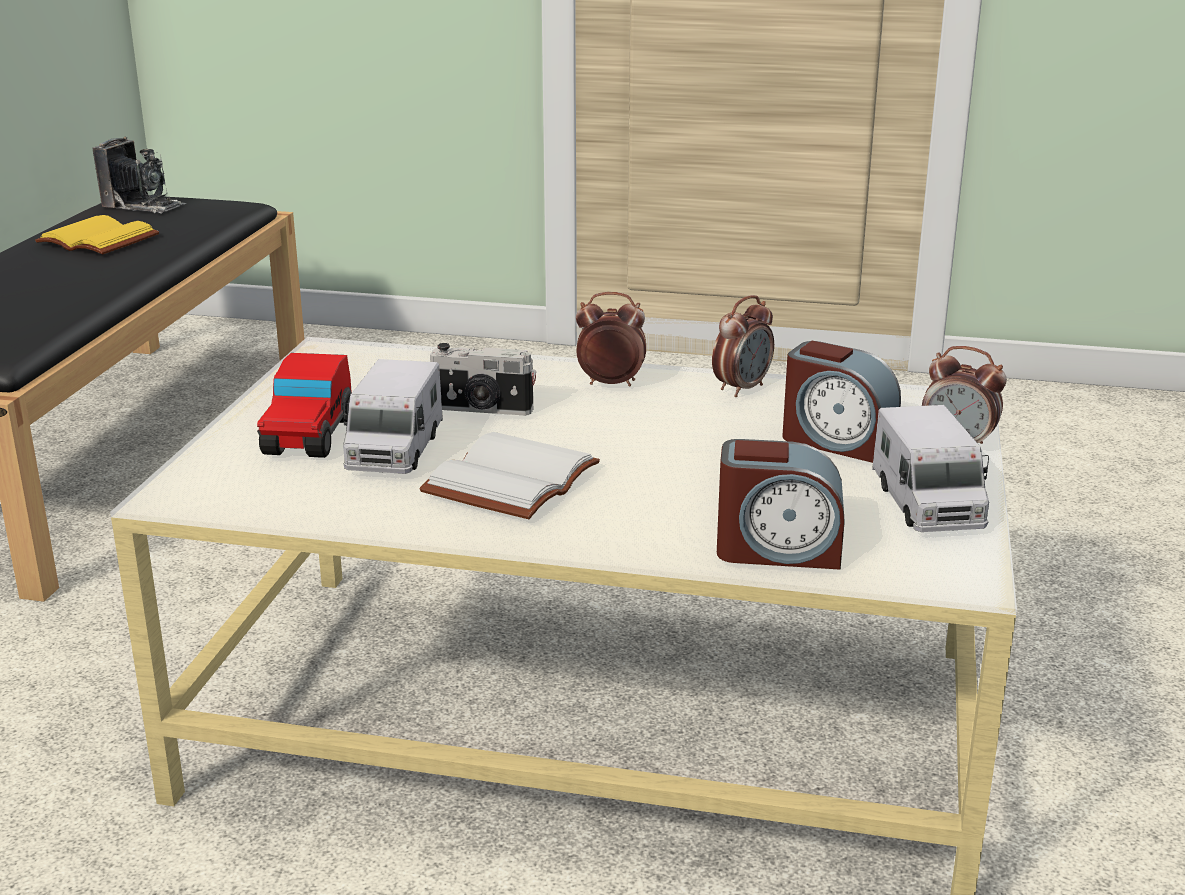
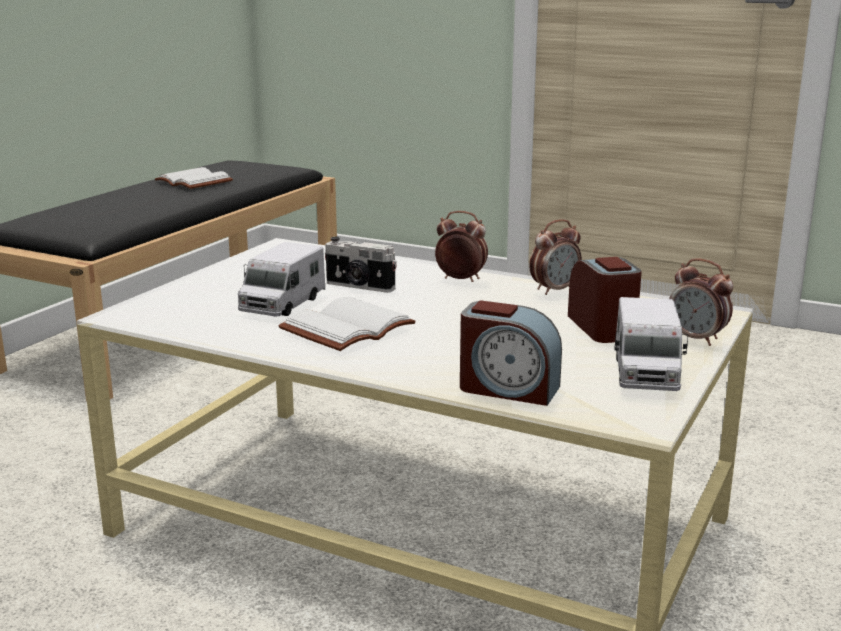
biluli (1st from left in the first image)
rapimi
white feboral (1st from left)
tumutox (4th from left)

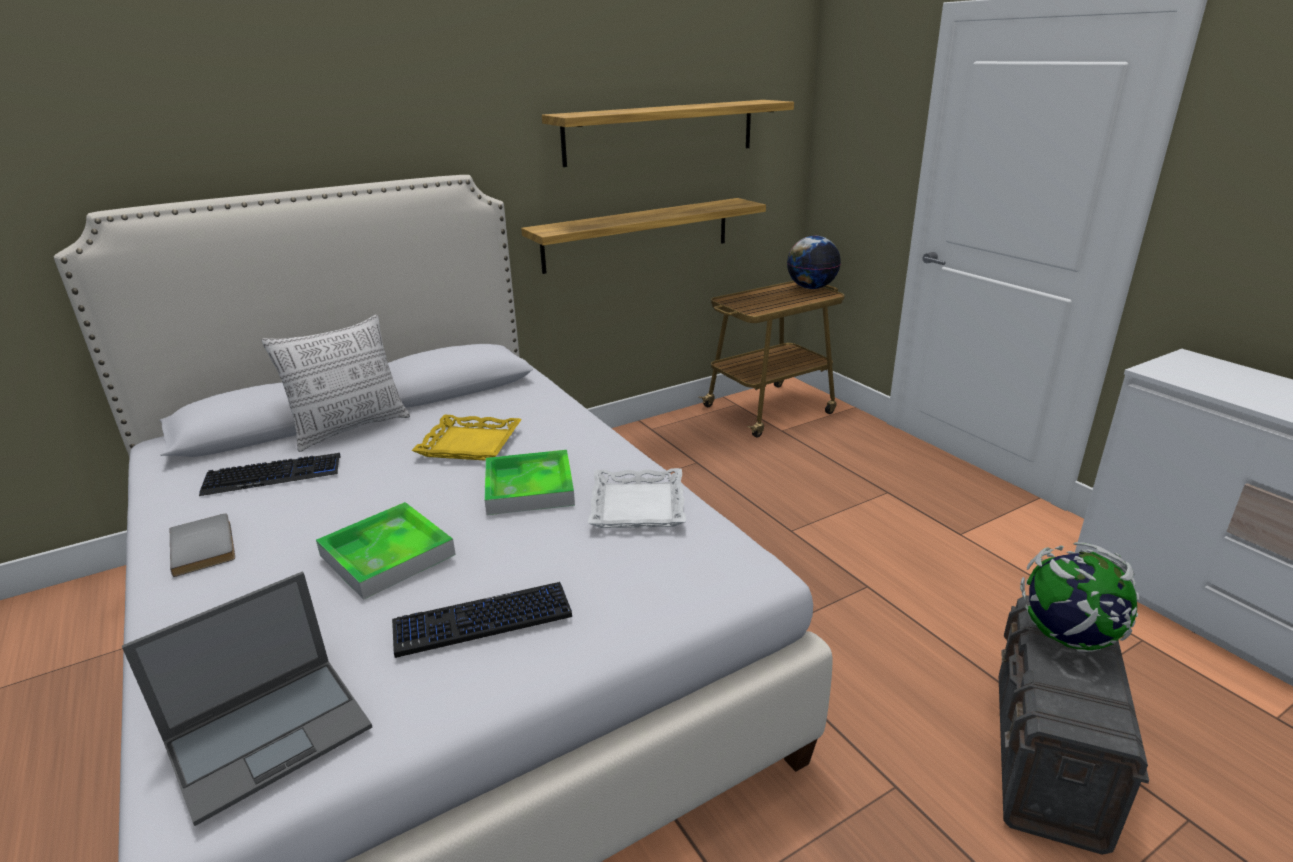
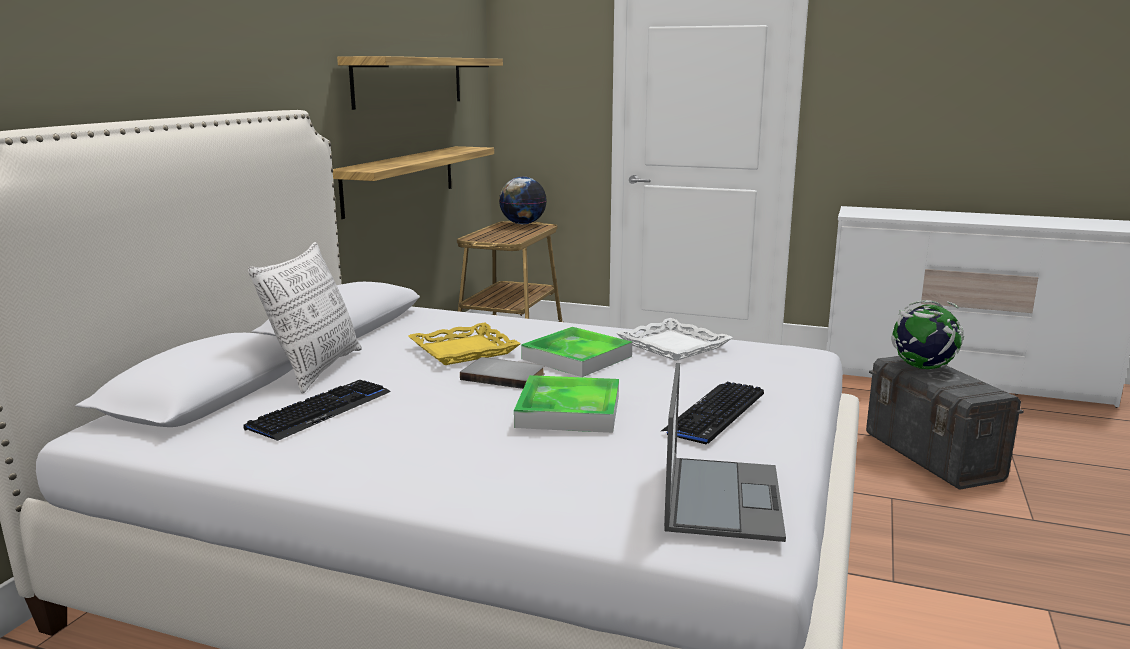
grey feboral

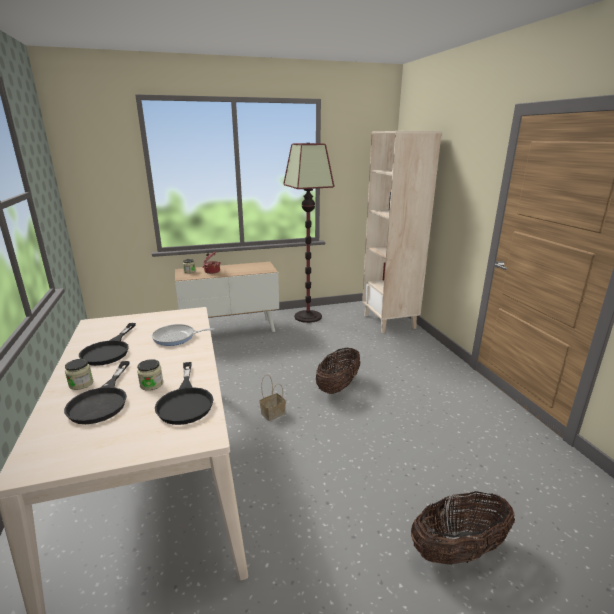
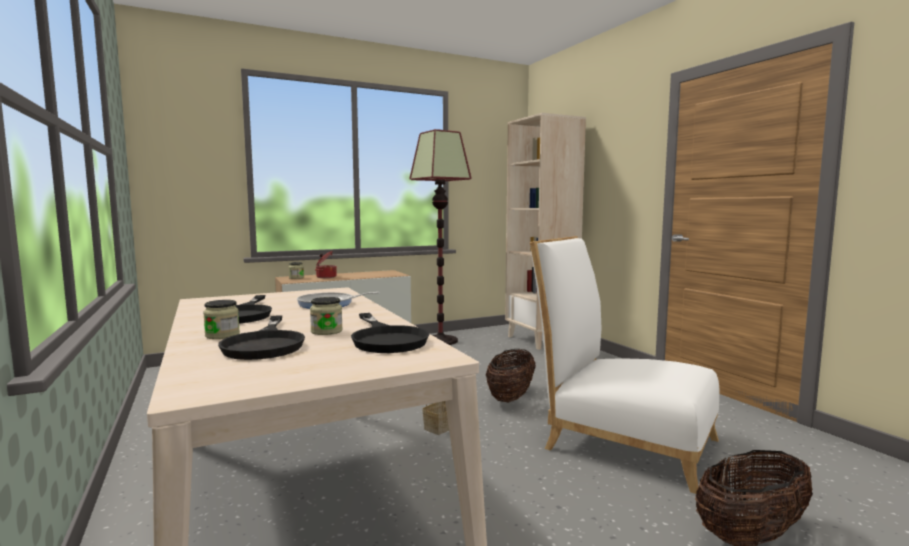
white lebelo

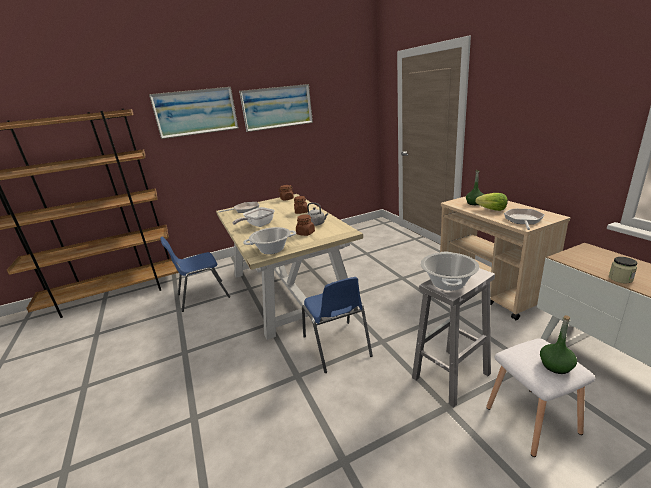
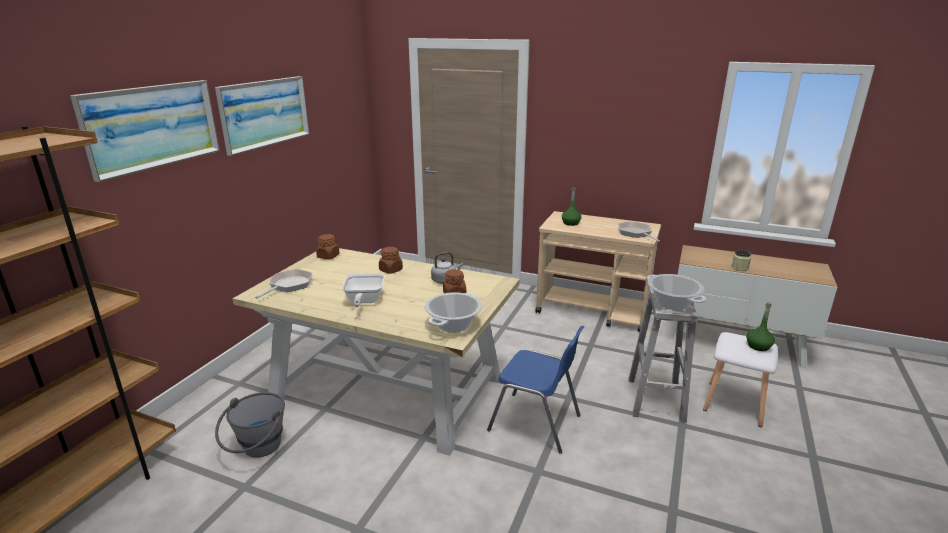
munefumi
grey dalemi

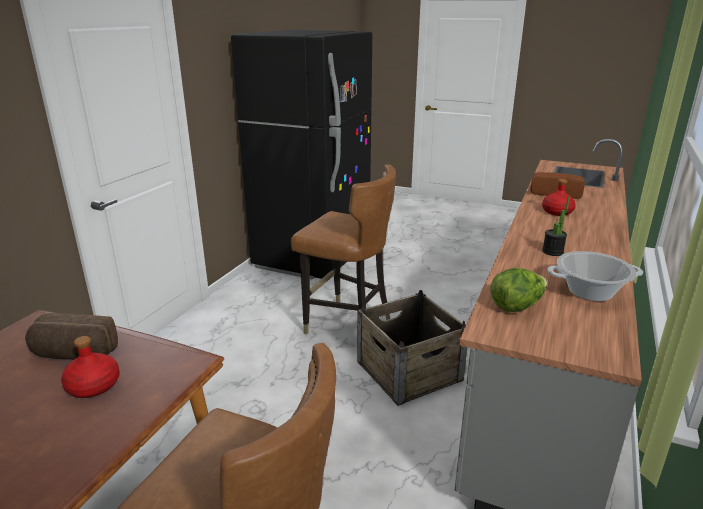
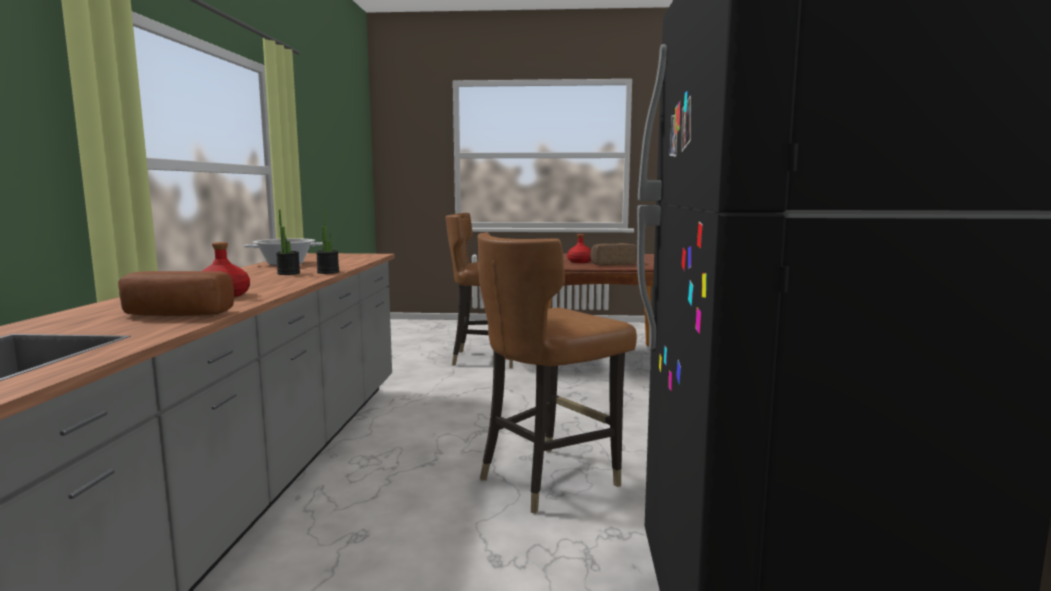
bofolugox
munefumi
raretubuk (2nd from left)
brown lebelo (2nd from left)

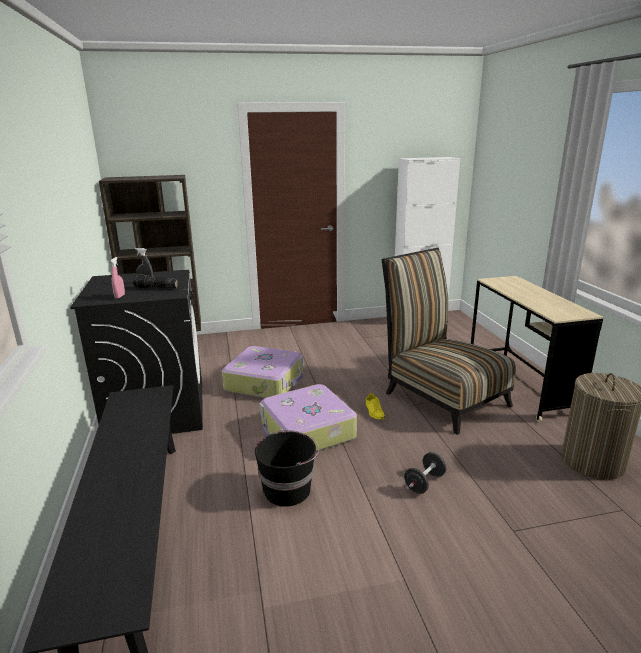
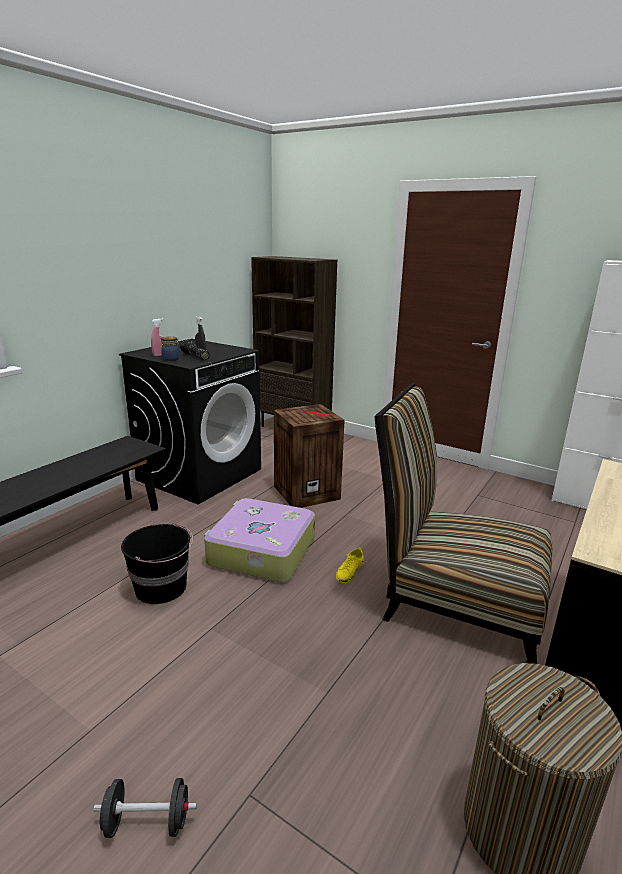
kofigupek
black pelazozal
bofolugox
lebelo

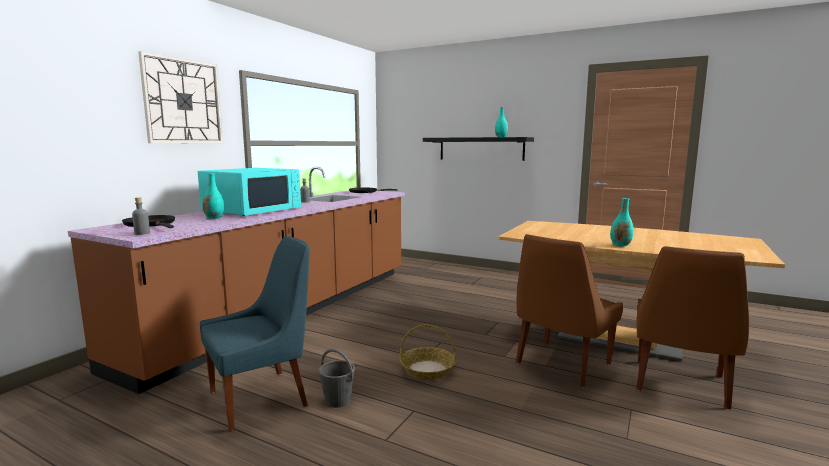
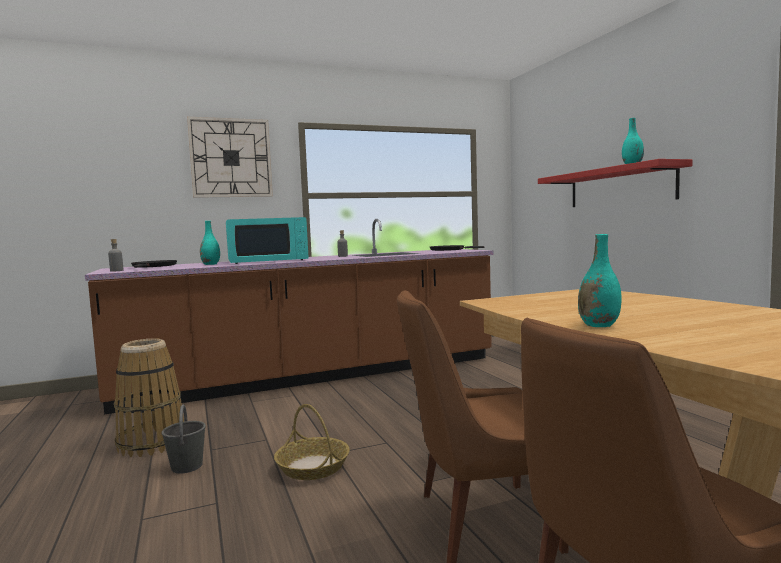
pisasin (1st from left)
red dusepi

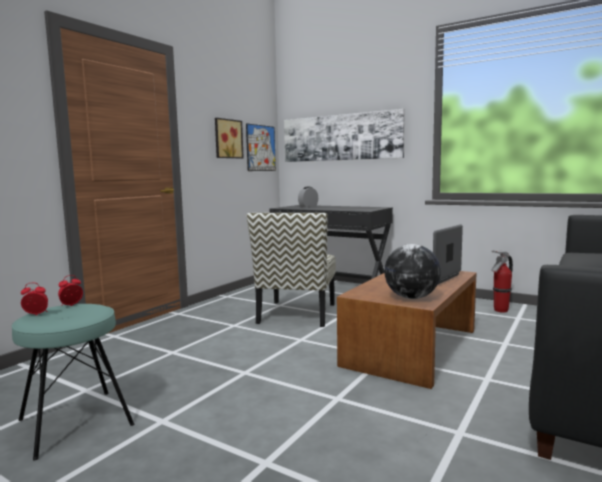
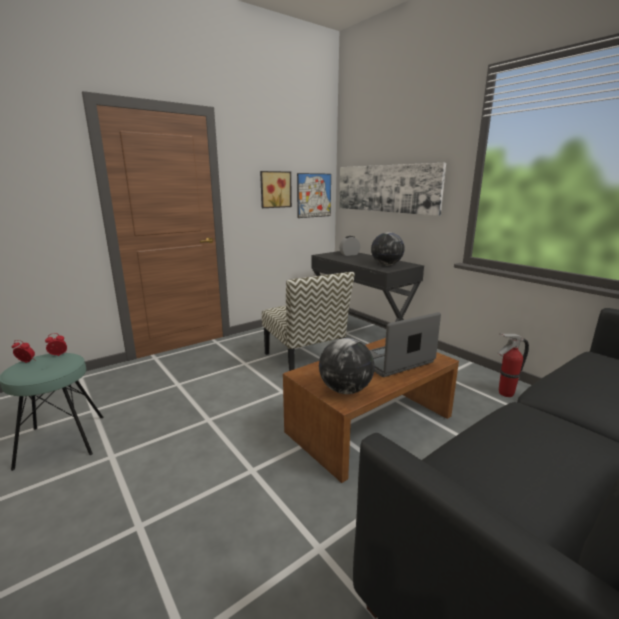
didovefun (2nd from left)
lebelo

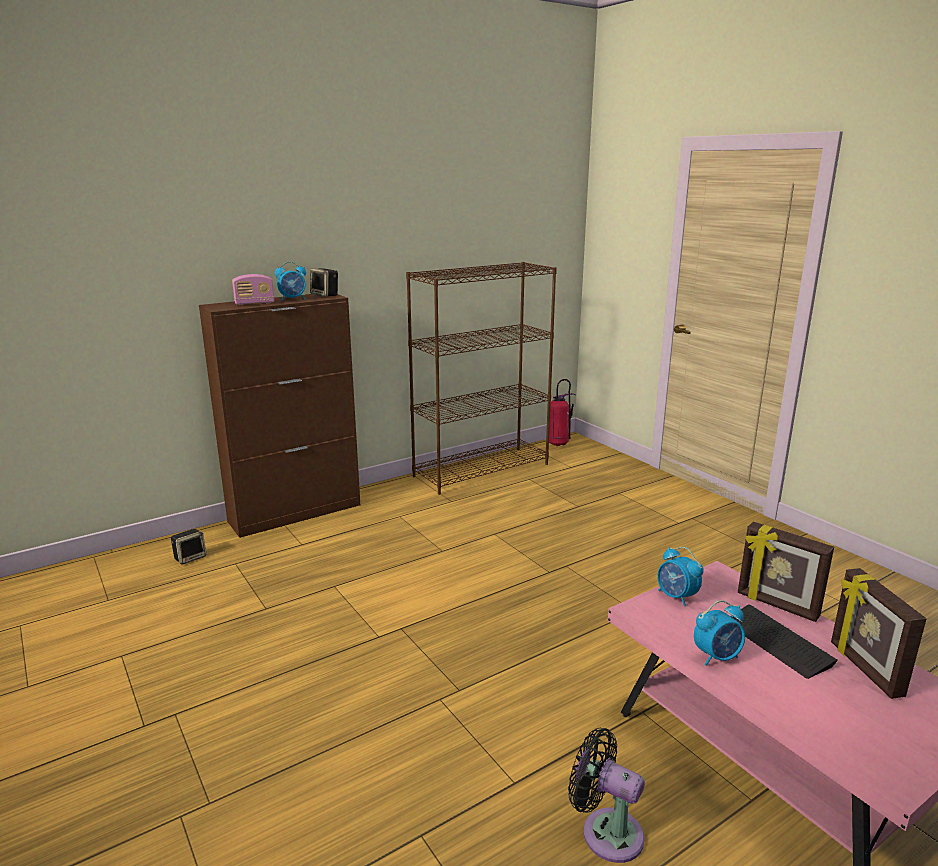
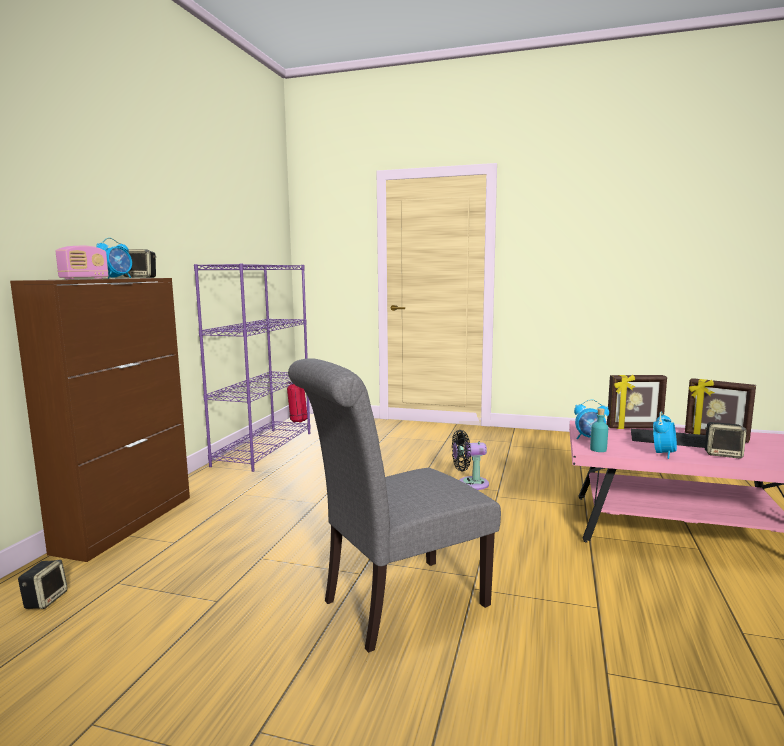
grey lebelo
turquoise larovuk
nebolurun (3rd from left)
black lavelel
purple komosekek

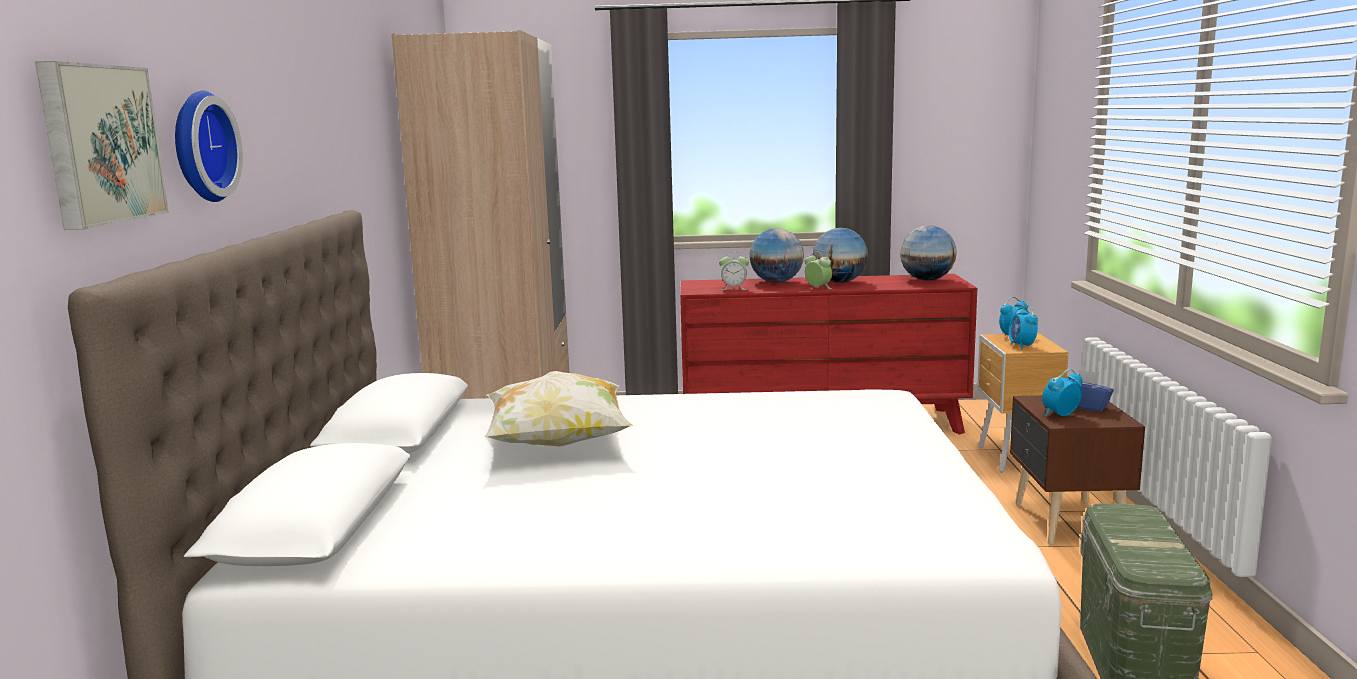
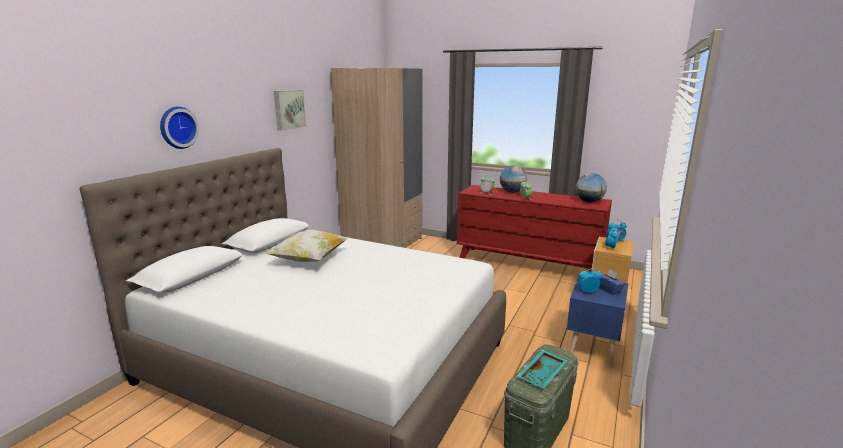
didovefun (2nd from left in the first image)
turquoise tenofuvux
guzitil
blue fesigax

